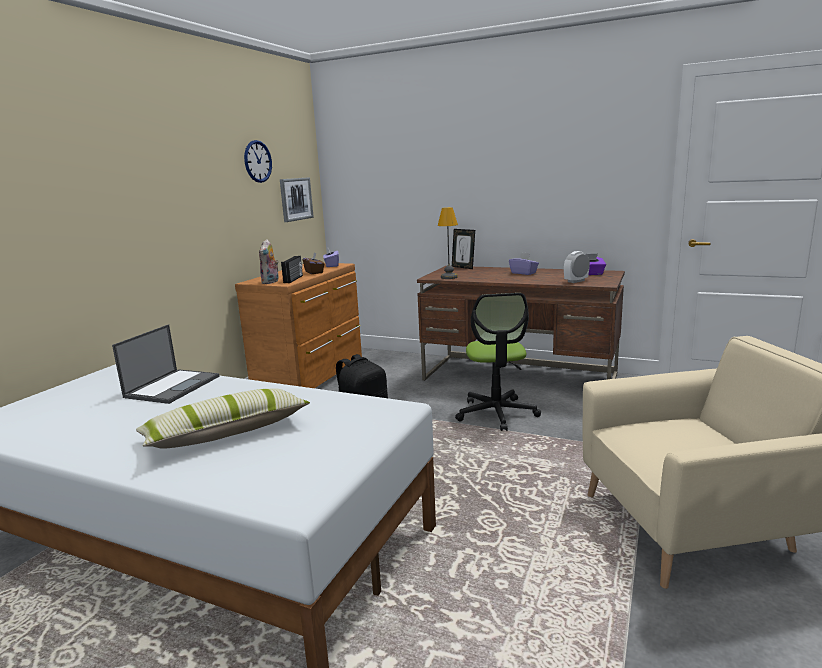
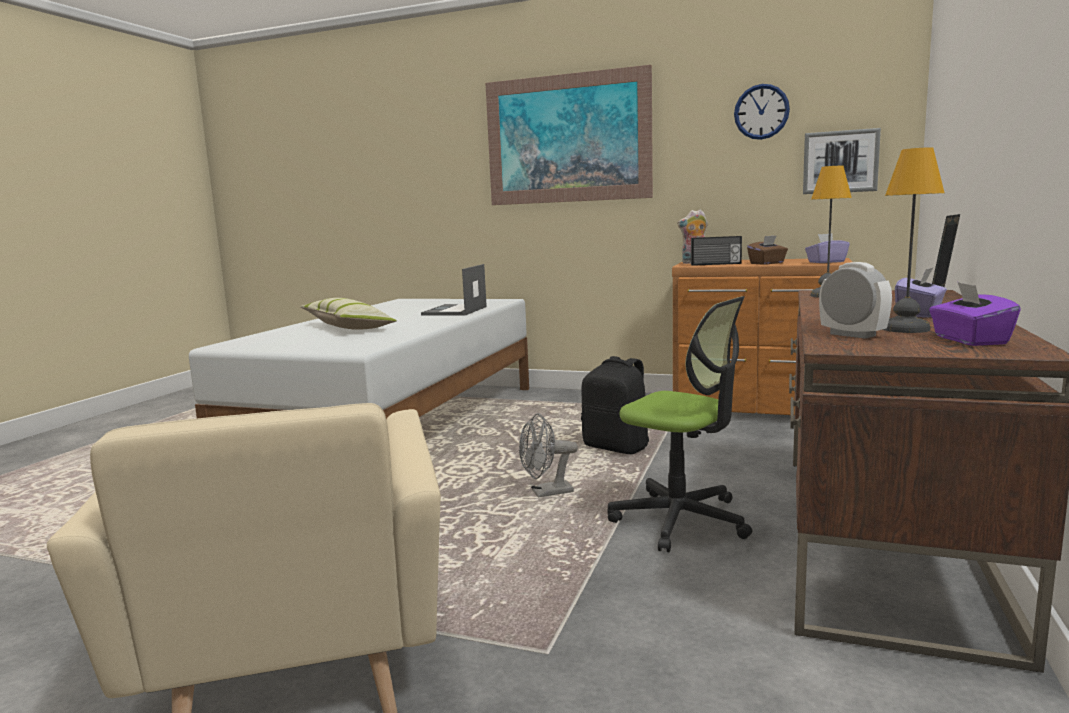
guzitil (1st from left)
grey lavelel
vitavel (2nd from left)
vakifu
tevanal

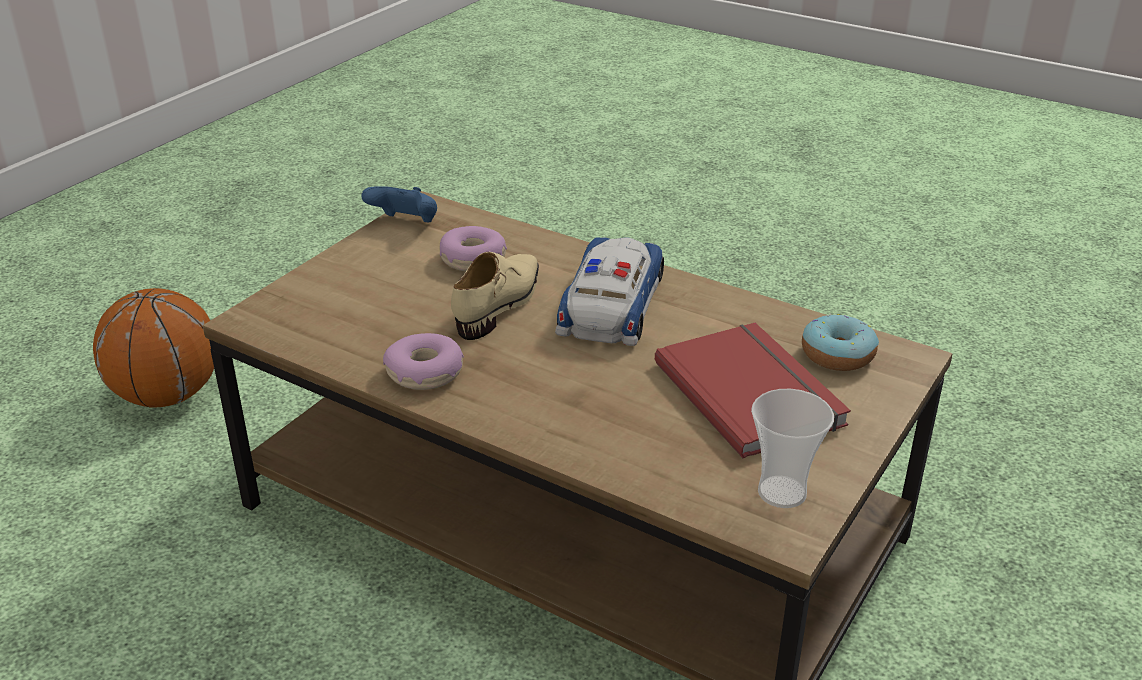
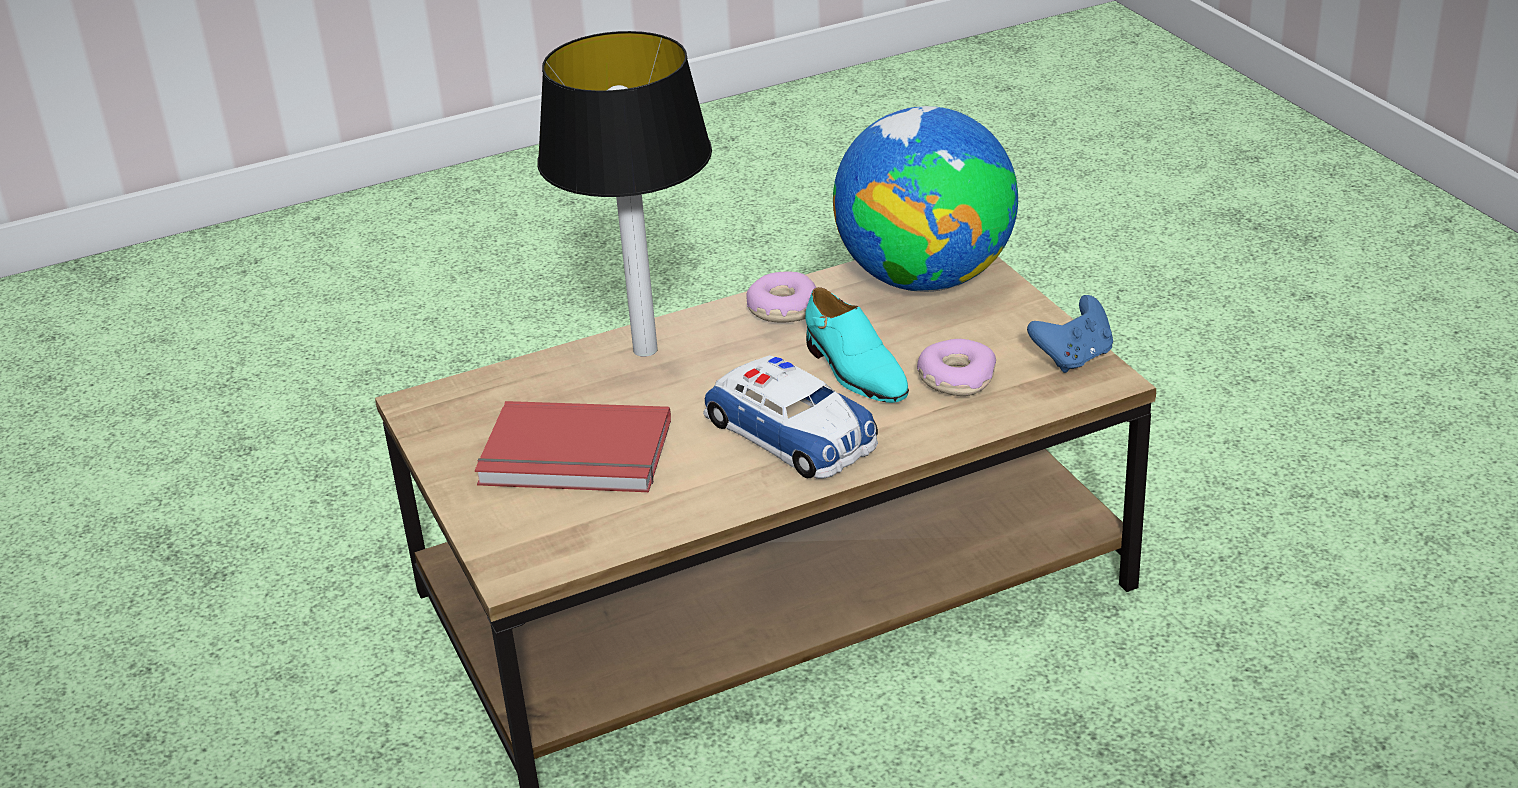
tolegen
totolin
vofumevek (3rd from left in the first image)
vitavel
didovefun
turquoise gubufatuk

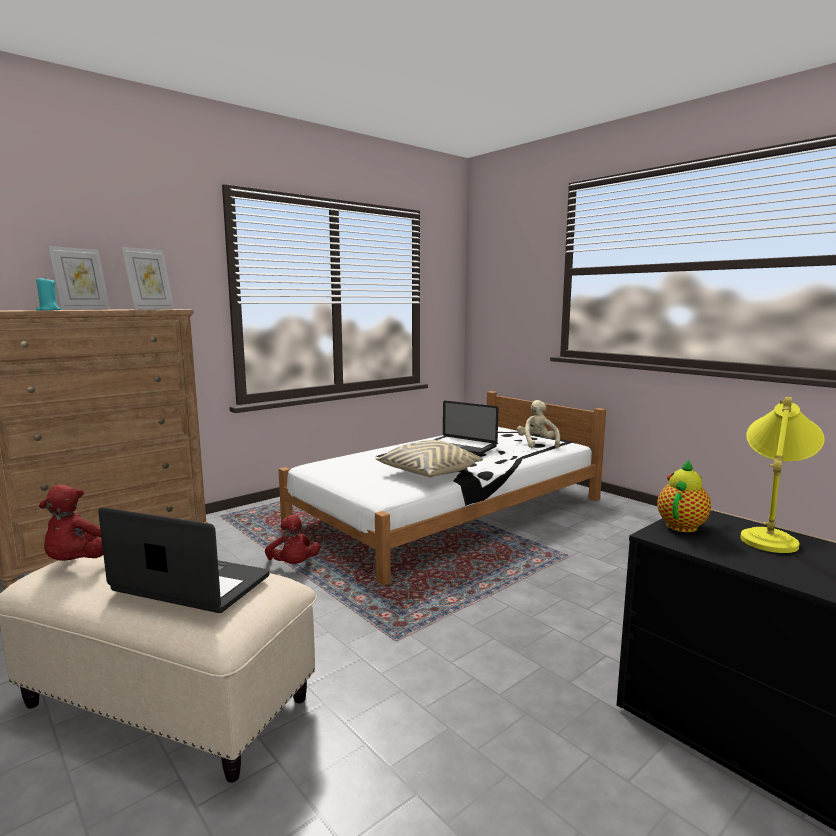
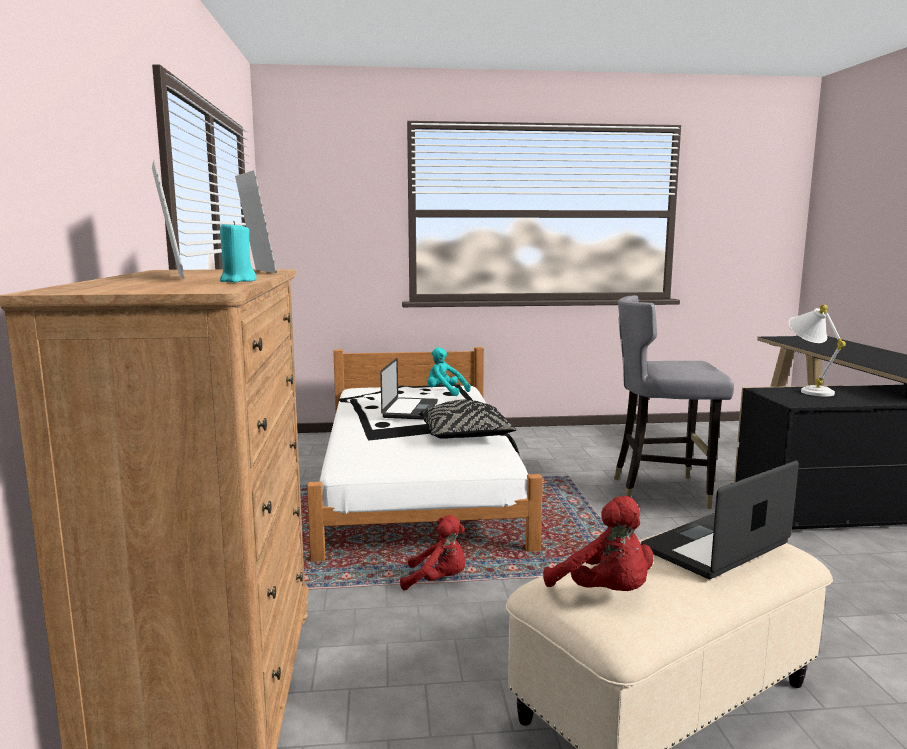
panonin
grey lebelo
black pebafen
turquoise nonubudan
white vitavel
vakifu (1st from left)

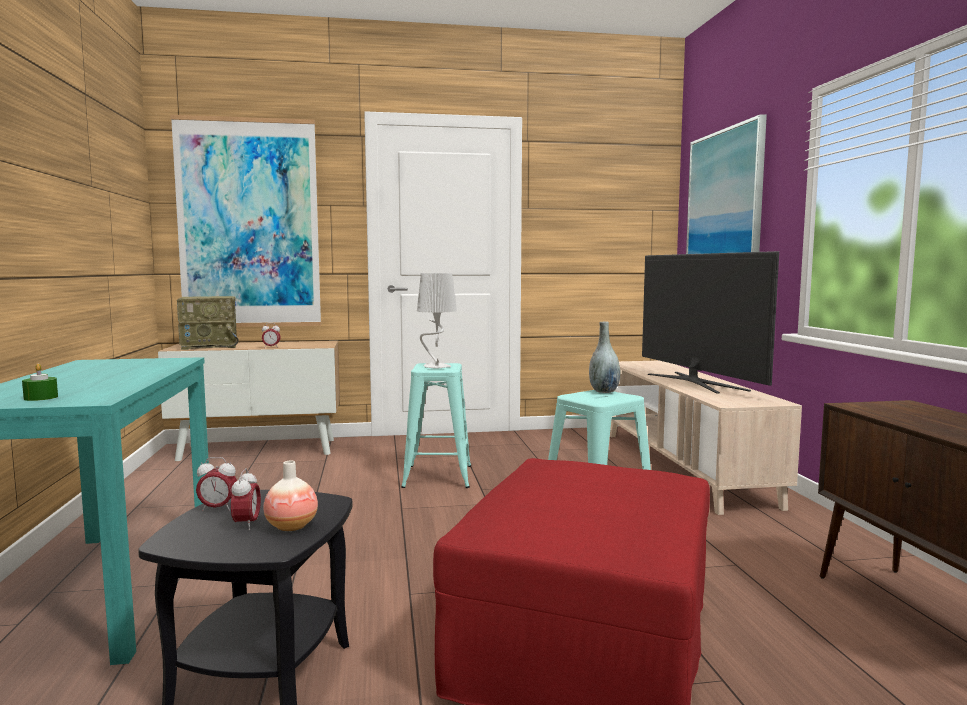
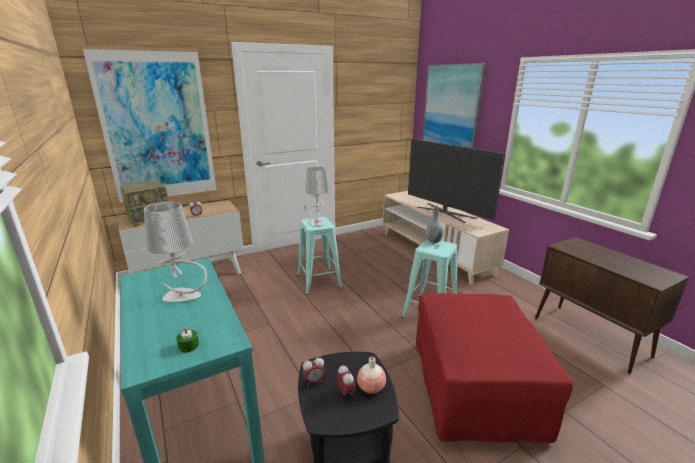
grey vitavel (1st from left)

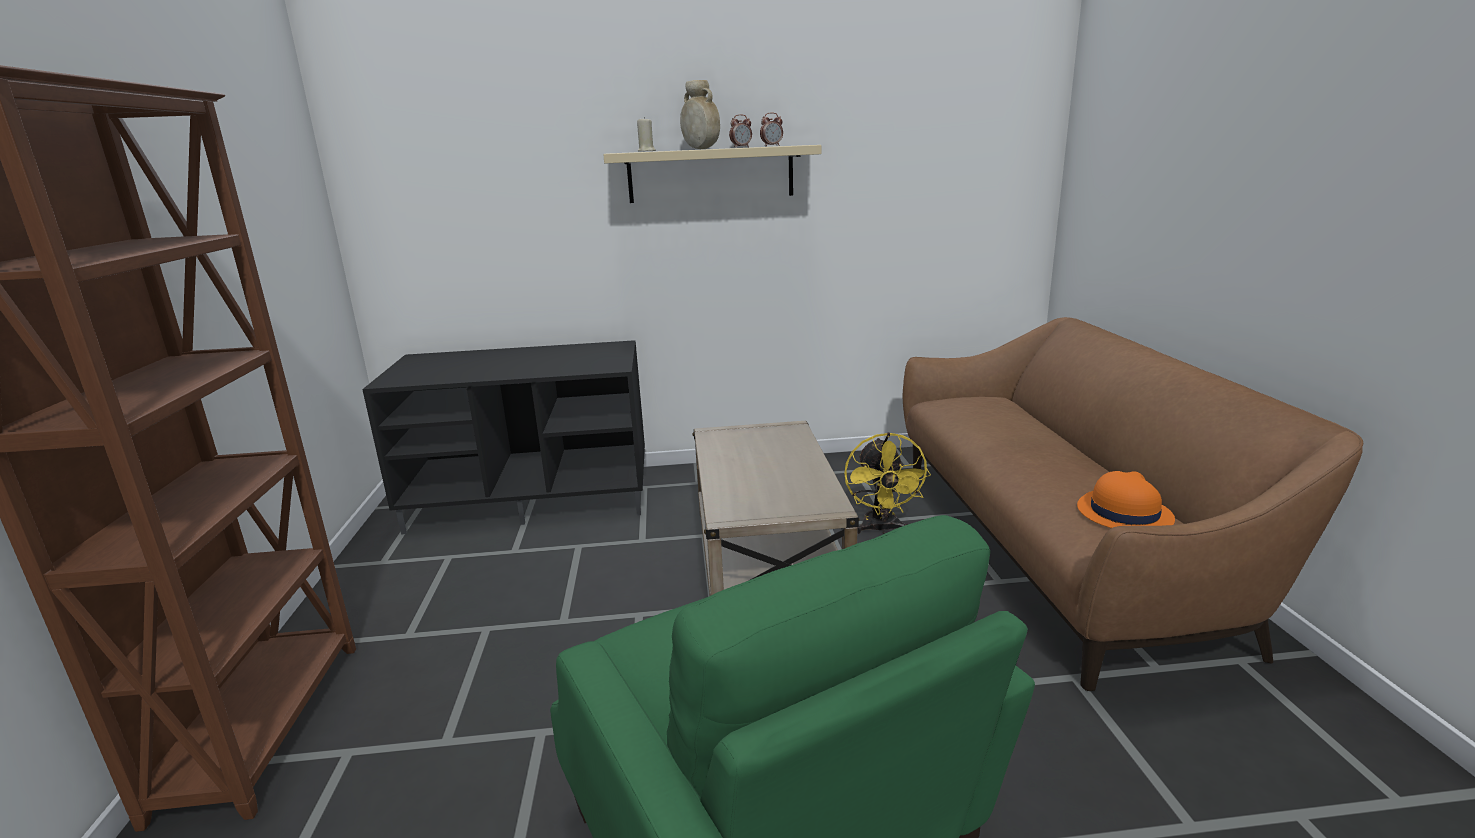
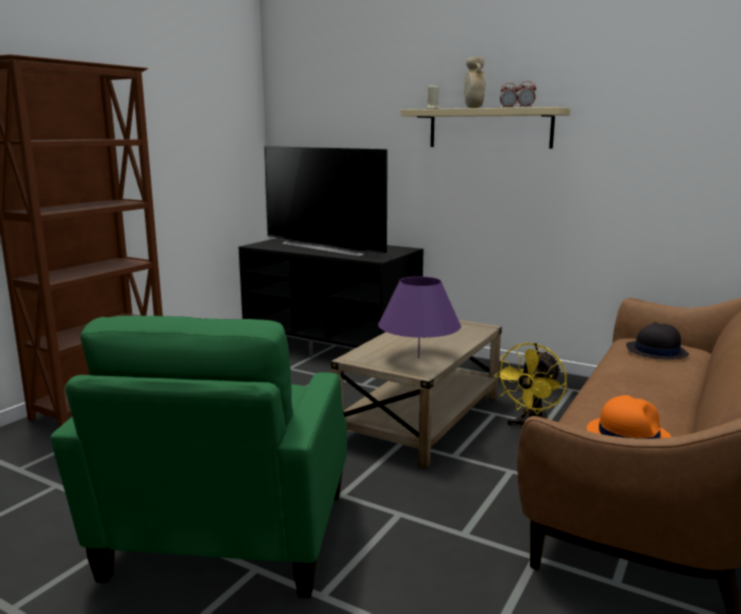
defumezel
purple vitavel
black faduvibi

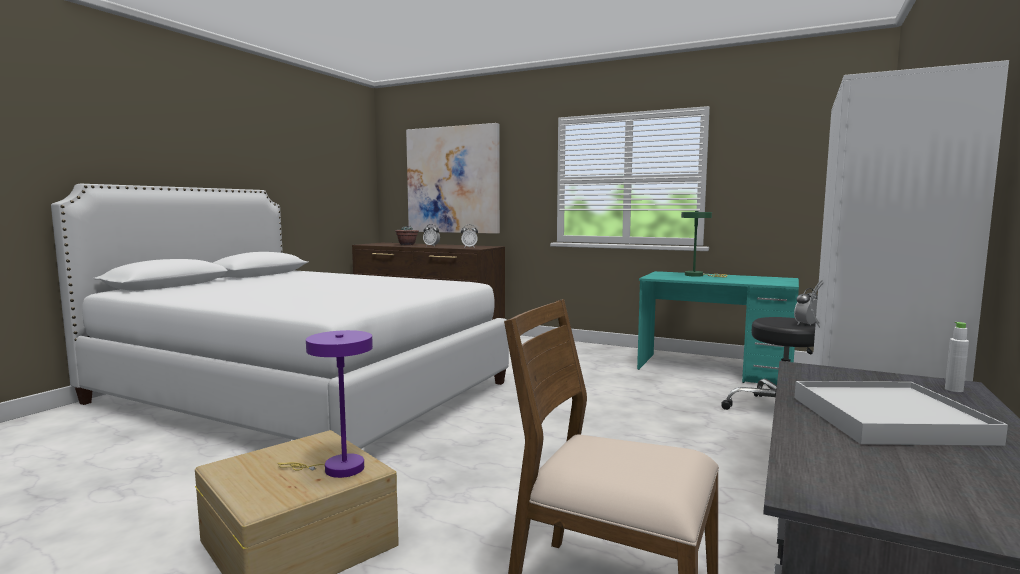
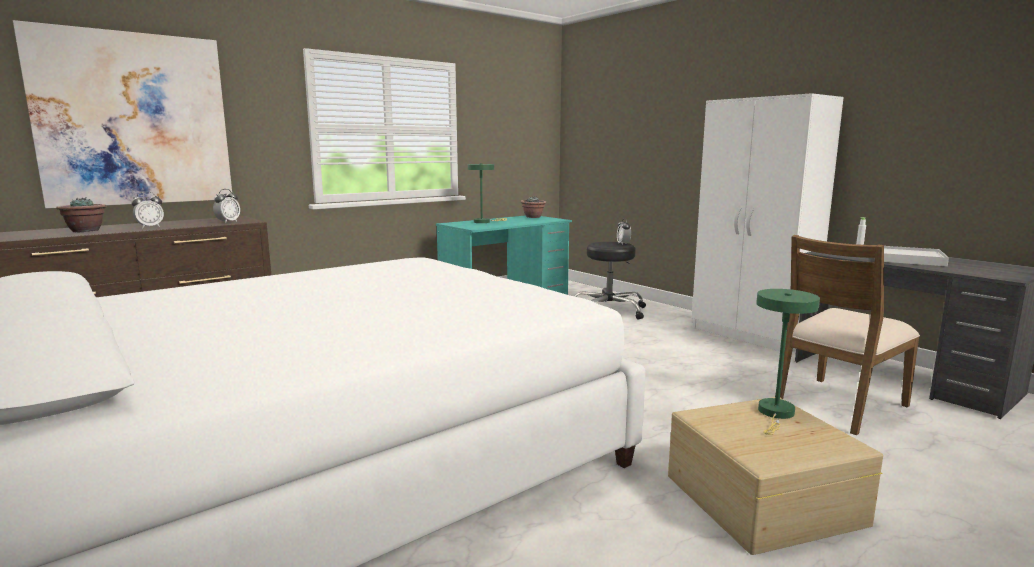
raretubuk (2nd from left)
green vitavel (2nd from left)

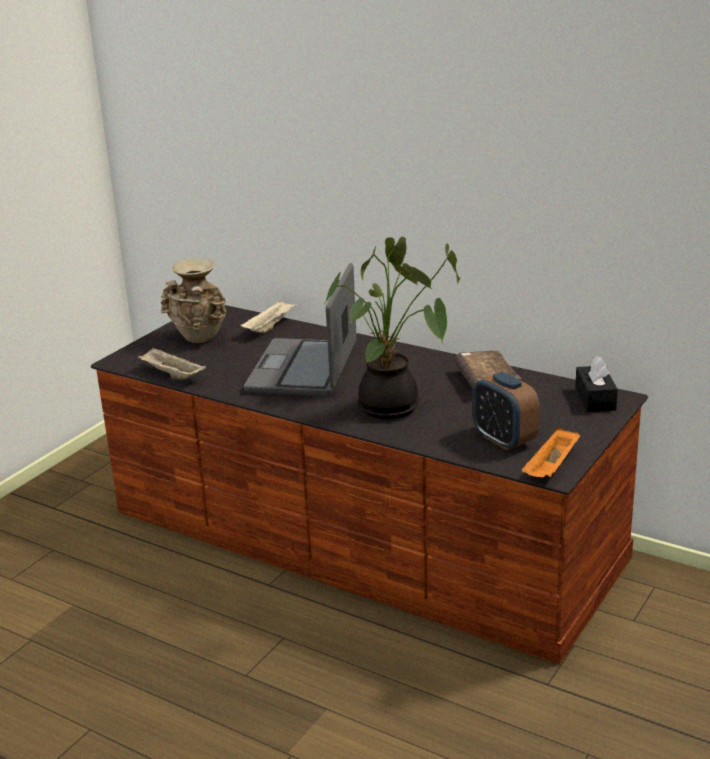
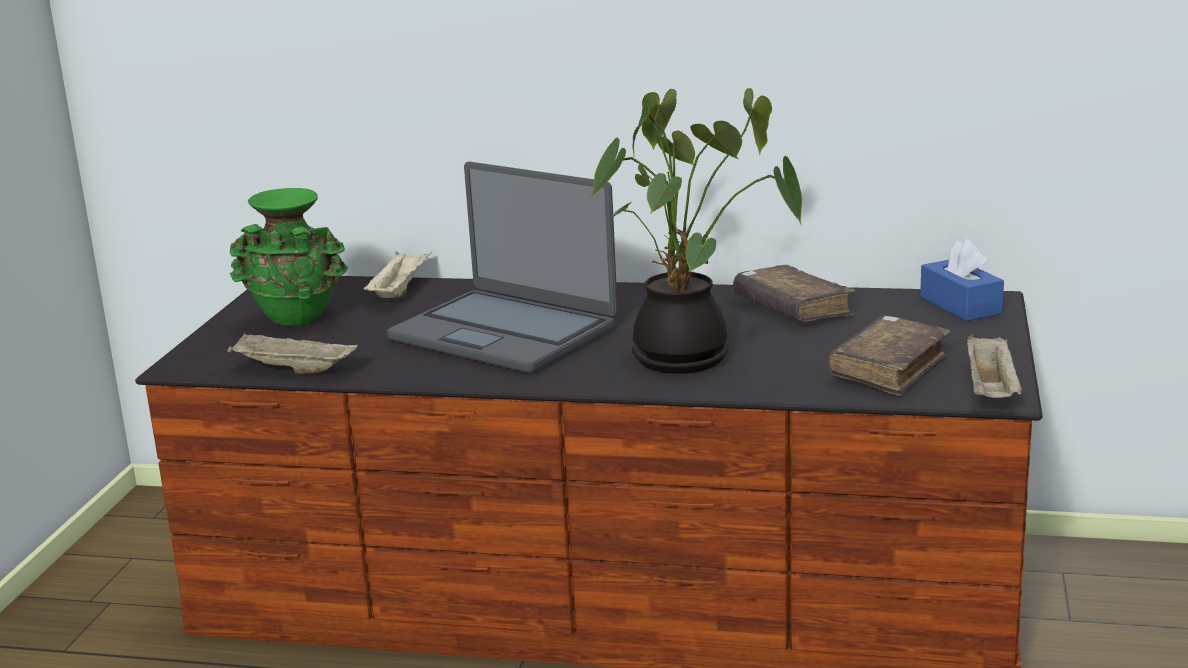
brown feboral (2nd from left)
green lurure
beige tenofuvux (3rd from left)
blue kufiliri
vakifu

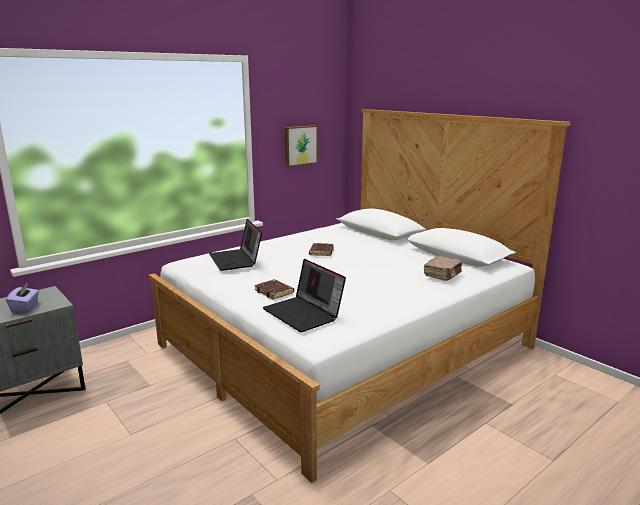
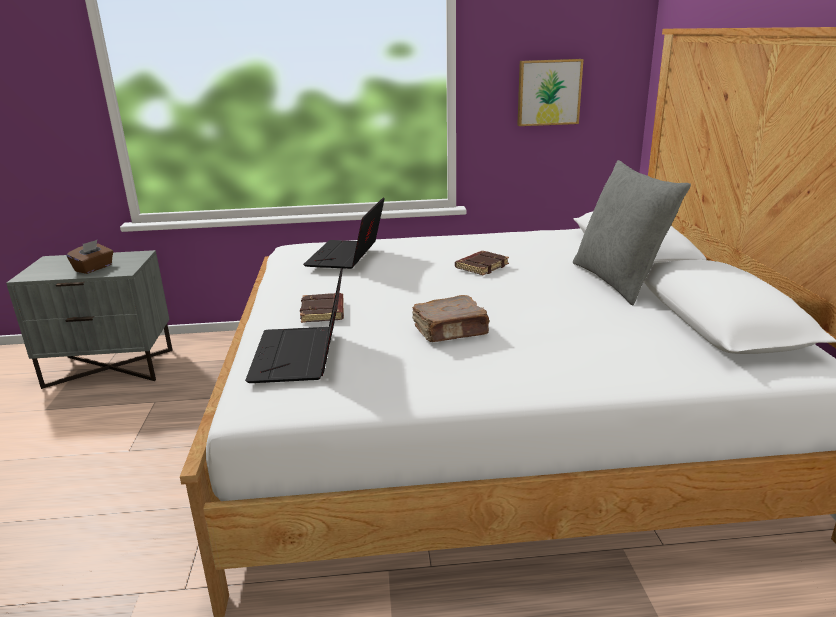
grey pebafen
brown feboral (2nd from left)
brown kufiliri

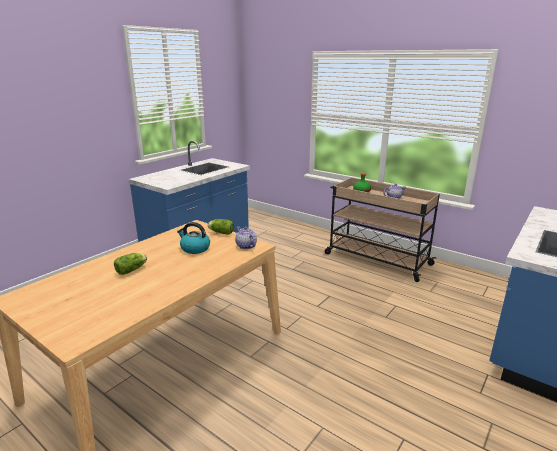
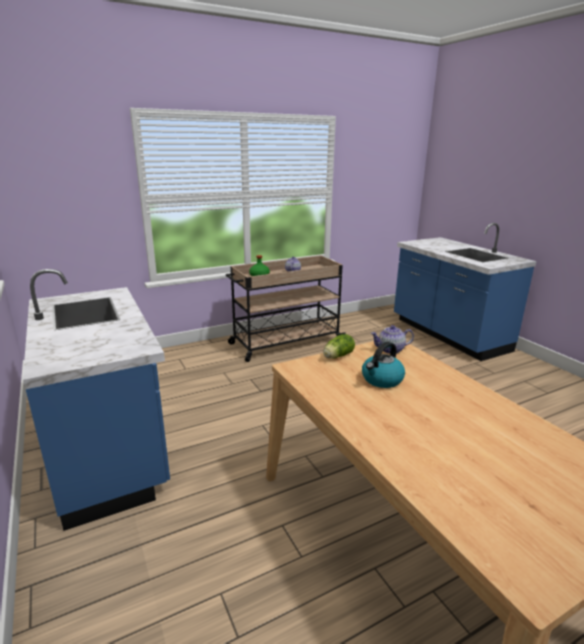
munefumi (1st from left in the first image)

